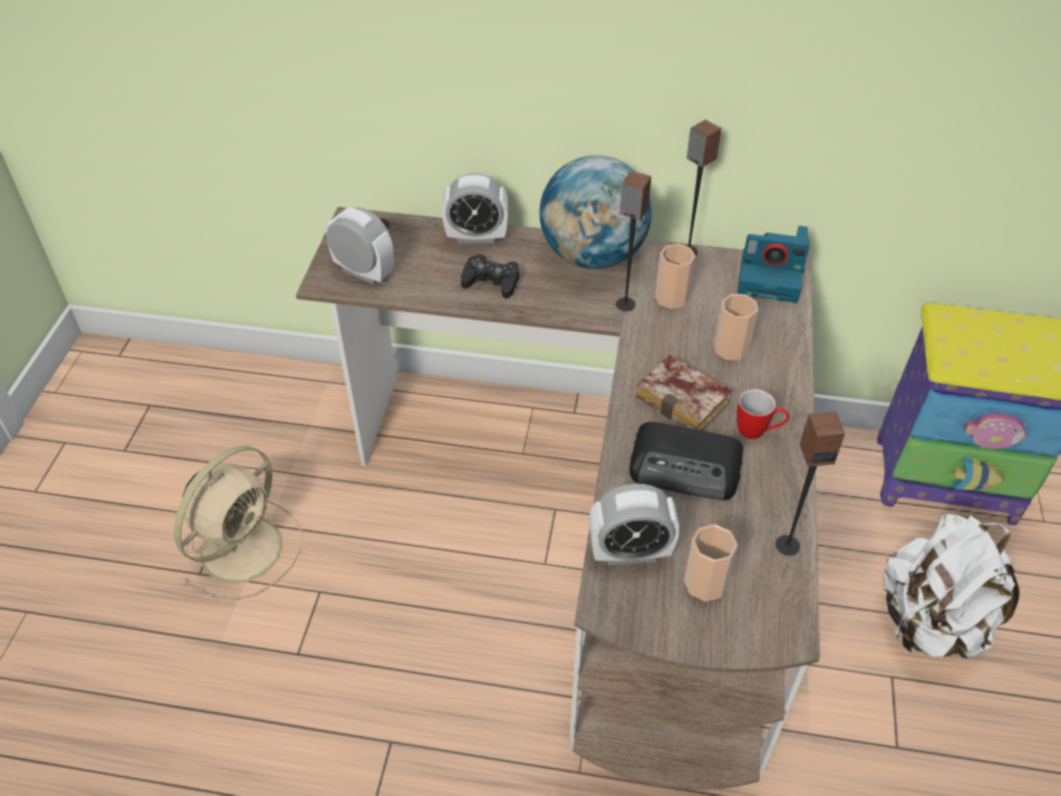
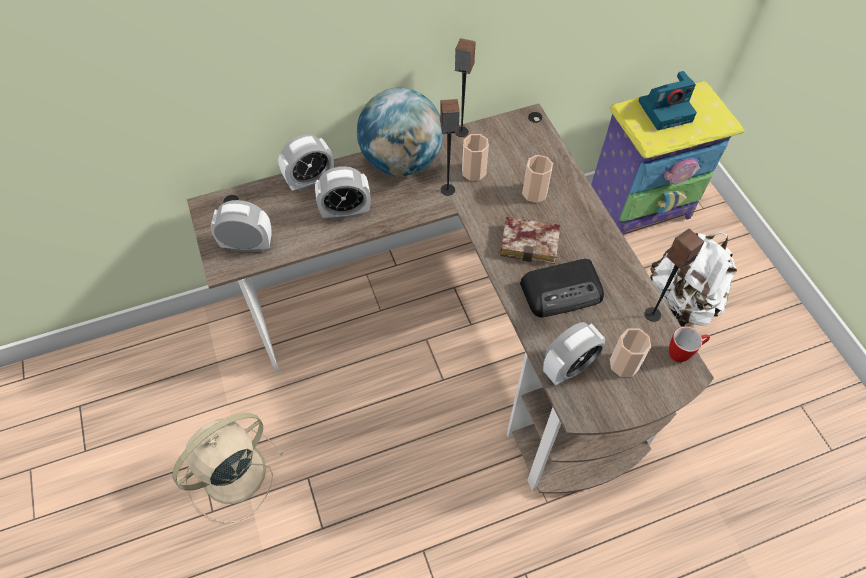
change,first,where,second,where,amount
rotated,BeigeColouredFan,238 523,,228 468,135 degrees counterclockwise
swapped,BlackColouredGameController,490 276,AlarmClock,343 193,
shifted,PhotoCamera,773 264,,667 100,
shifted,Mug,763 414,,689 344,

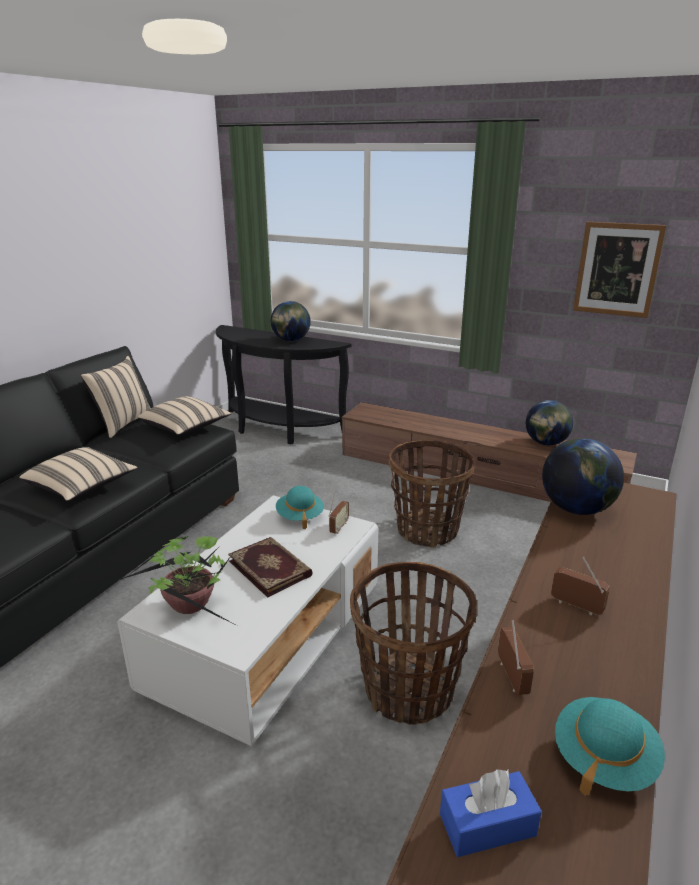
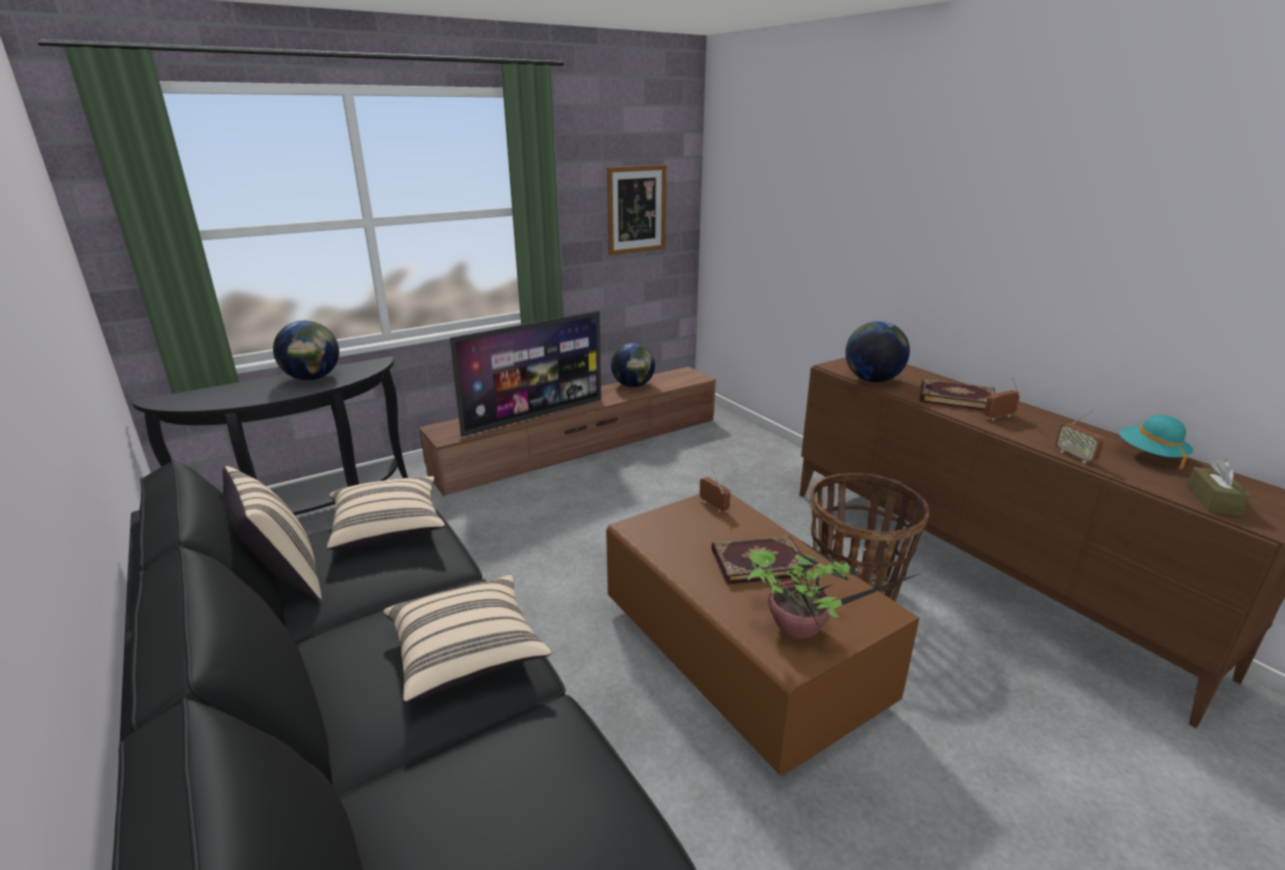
change,first,where,second,where,amount
new,,,Tv,525 374,
repainted,WhiteColouredLoungeTable,247 621,BrownishLoungeTable,762 635,
new,,,Volume,957 395,
rotated,Radio,516 657,,1079 436,135 degrees counterclockwise
repainted,BlueTissueHolder,491 813,BrownishTissueHolder,1219 487,
gone,TurquoiseColouredWearableHat,300 507,,,
gone,HouseholdBasket,431 494,,,

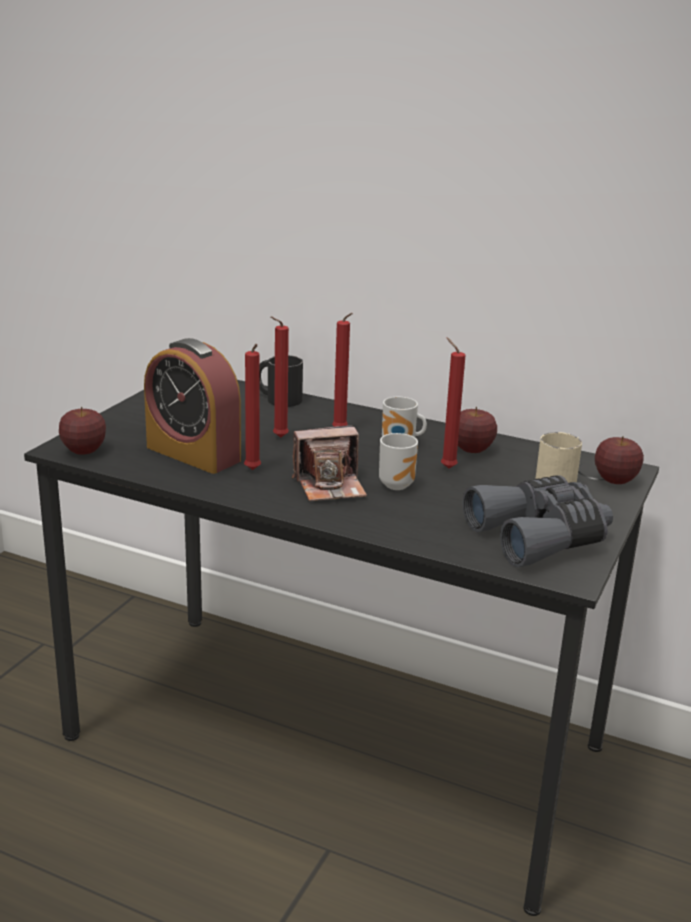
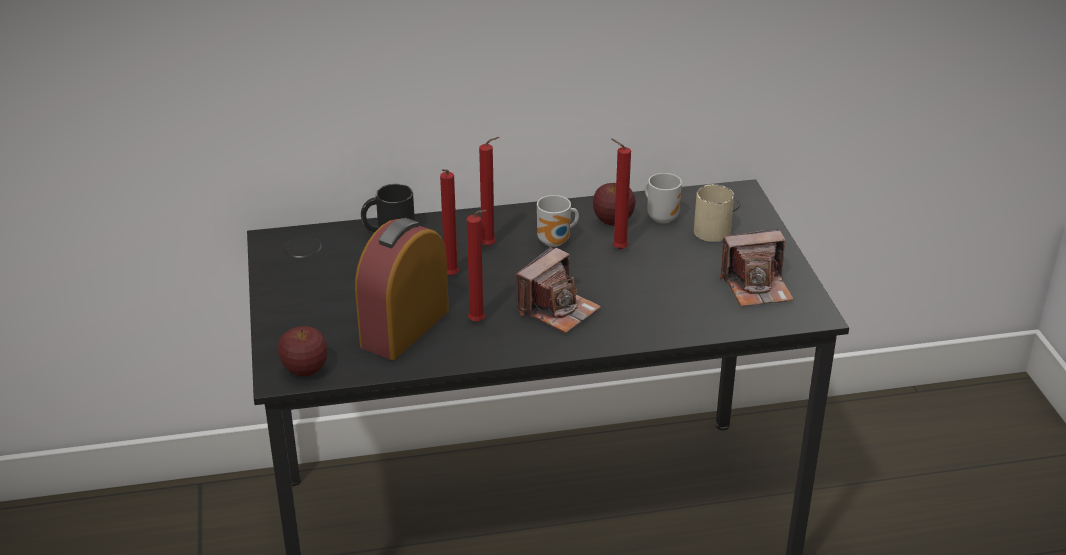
change,first,where,second,where,amount
rotated,AlarmClock,192 406,,402 289,120 degrees clockwise
shifted,Mug,398 461,,663 198,
swapped,GreyishBinoculars,537 521,PhotoCamera,757 267,
gone,AppleFruit,619 460,,,

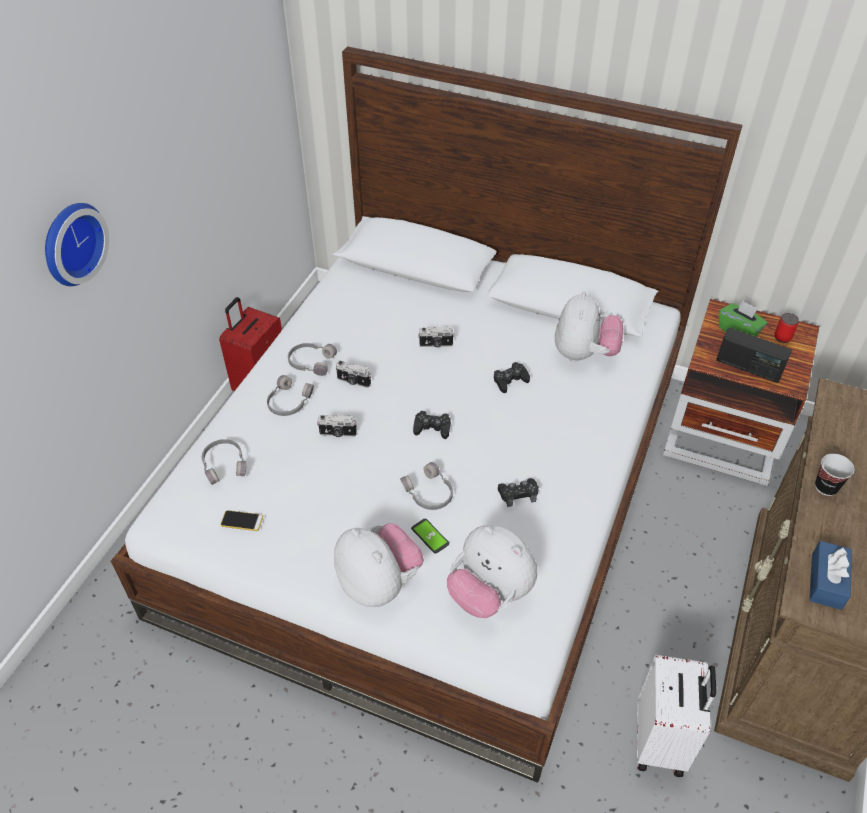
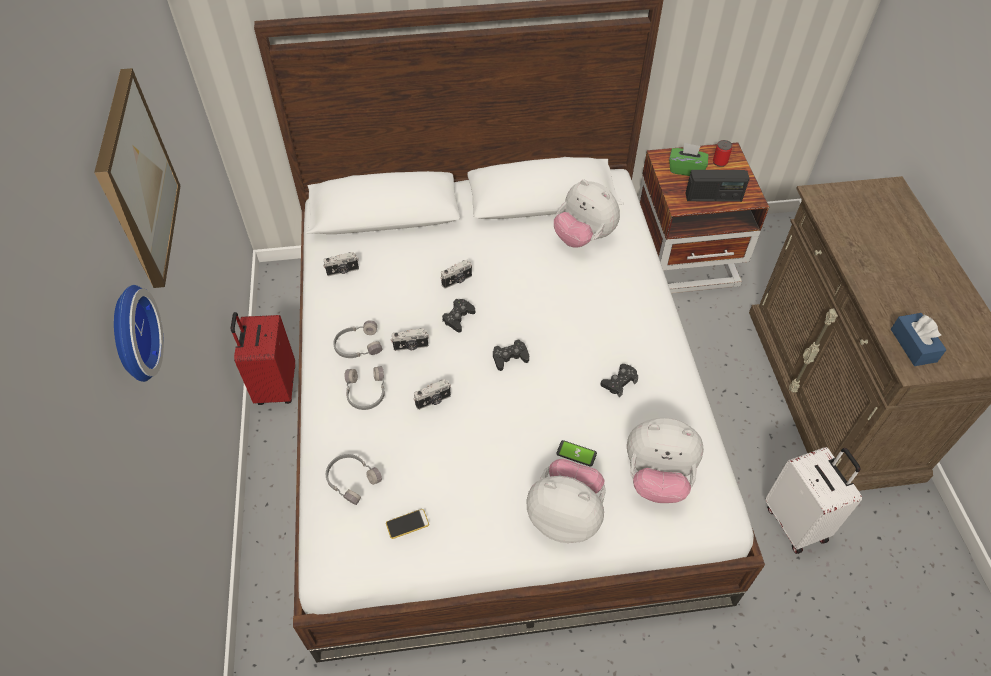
change,first,where,second,where,amount
new,,,Picture,137 178,
new,,,PhotoCamera,341 264,
shifted,BlackColouredGameController,512 377,,458 316,
rotated,PlushToy,589 326,,587 214,150 degrees clockwise
gone,GreyishHeadset,426 486,,,
gone,DrinkingCup,834 475,,,

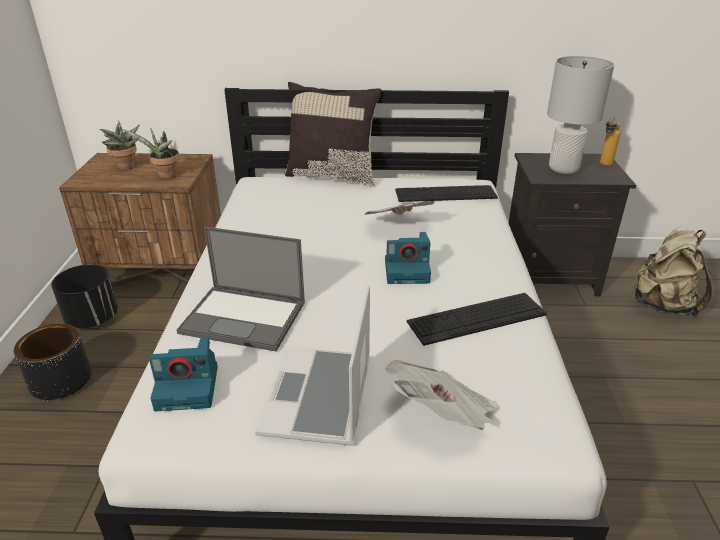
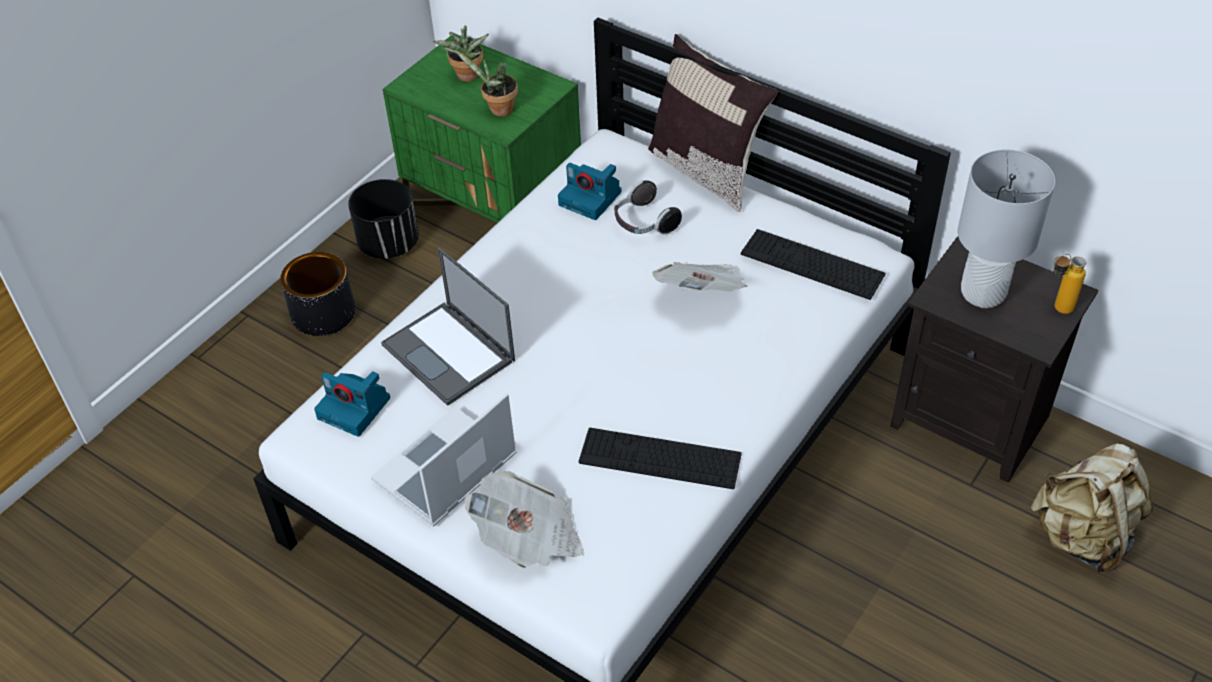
change,first,where,second,where,amount
repainted,BrownishNightTable,140 220,GreenishNightTable,482 128,
shifted,PhotoCamera,408 258,,589 191,
new,,,Headset,648 207,

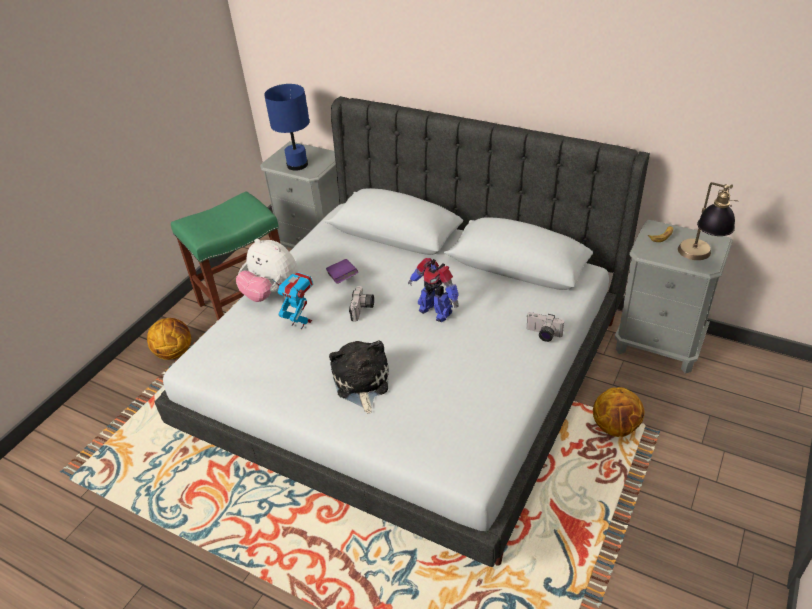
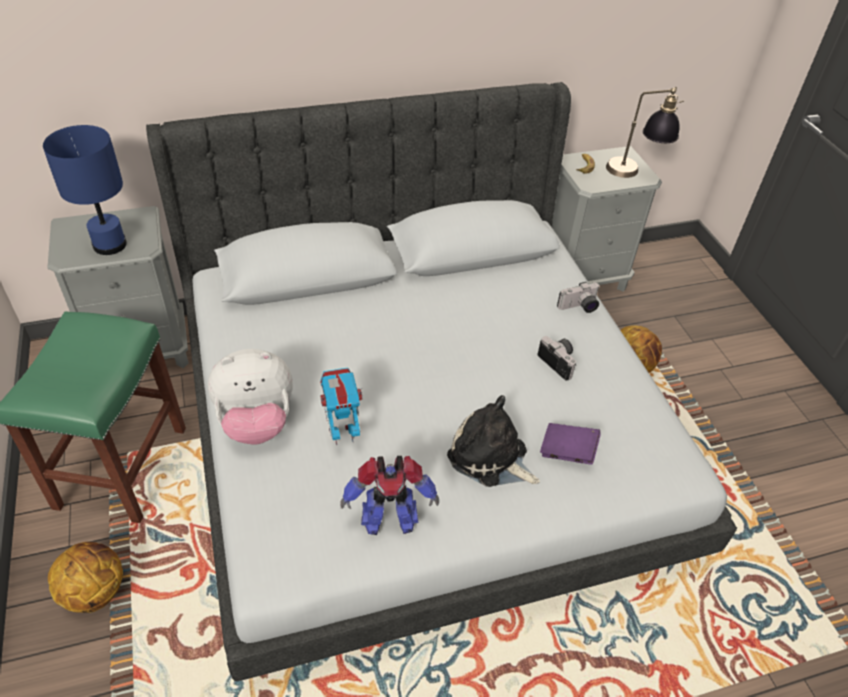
change,first,where,second,where,amount
shifted,ToyRobot,433 290,,389 495,
shifted,PhotoCamera,361 304,,556 358,
shifted,PurpleColouredVolume,342 271,,570 444,

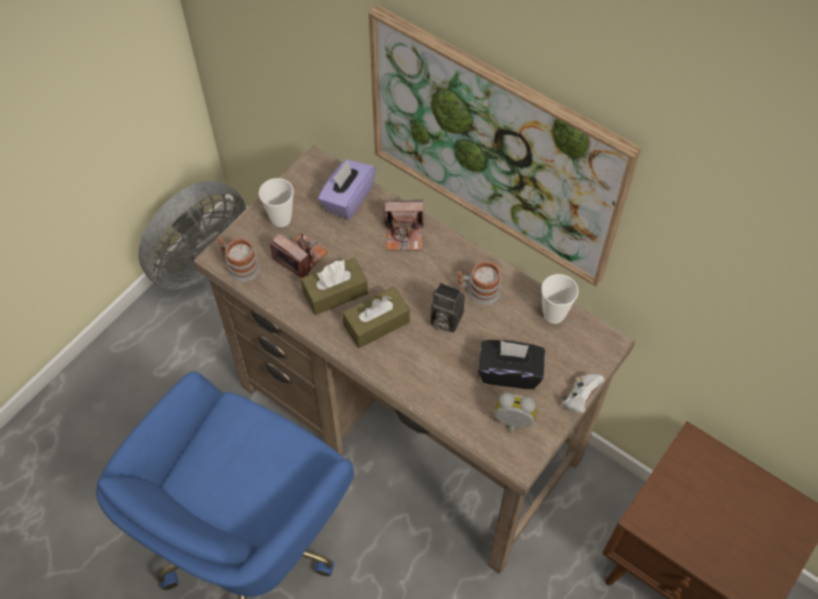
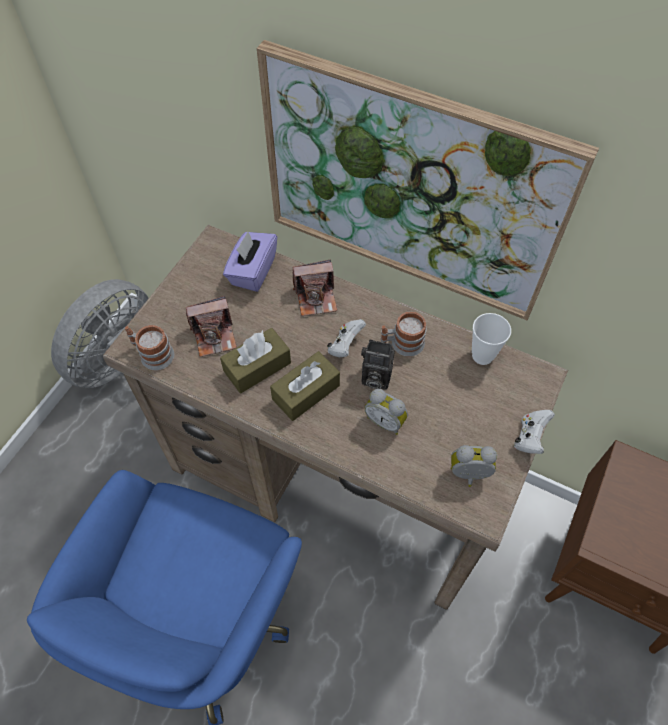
change,first,where,second,where,amount
rotated,PhotoCamera,299 255,,211 326,135 degrees clockwise
new,,,WhiteColouredGameController,346 338,
new,,,AlarmClock,386 412,
gone,DrinkingCup,276 202,,,
gone,BlackColouredTissueHolder,511 364,,,

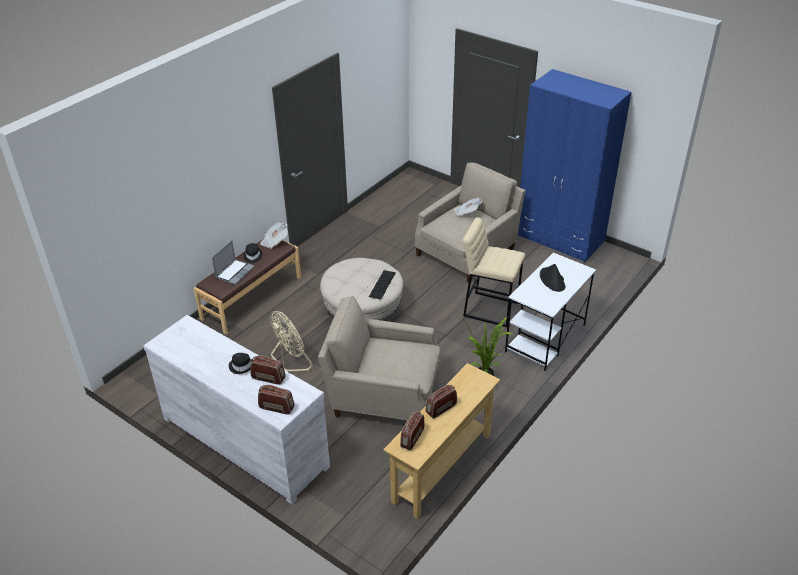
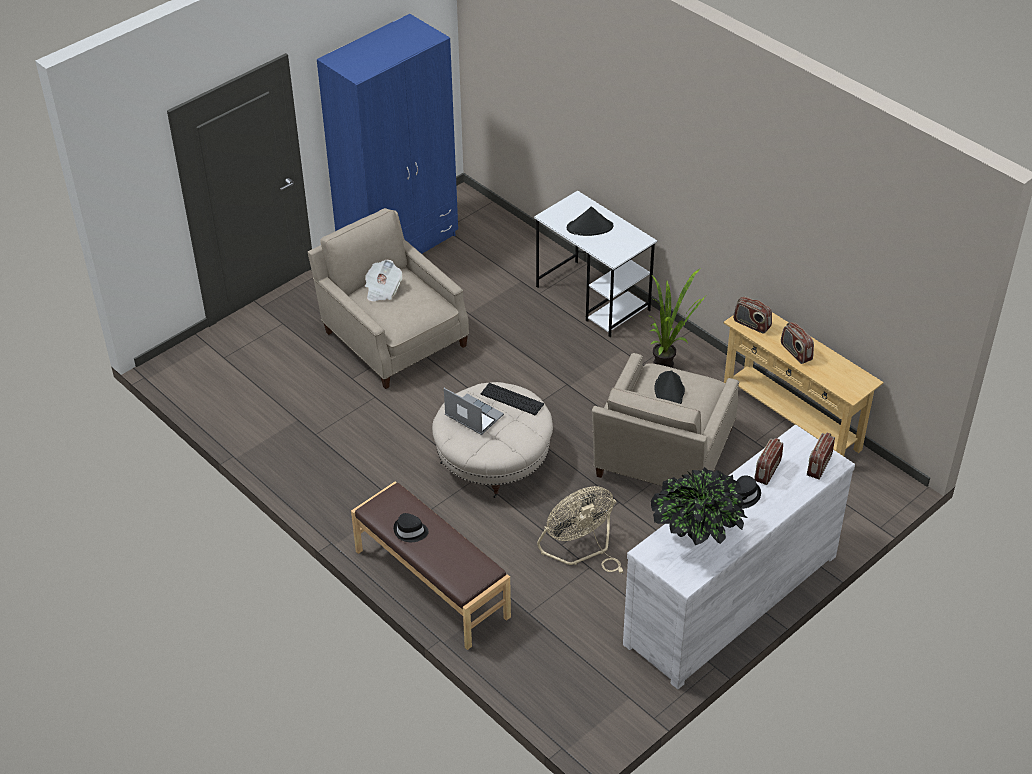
change,first,where,second,where,amount
shifted,PortableComputer,233 262,,474 411,
new,,,Houseplant,699 506,
new,,,BlackColouredWearableHat,669 387,
shifted,Radio,412 431,,752 315,
gone,PrintedPaper,274 235,,,
gone,BeigeColouredStool,494 272,,,

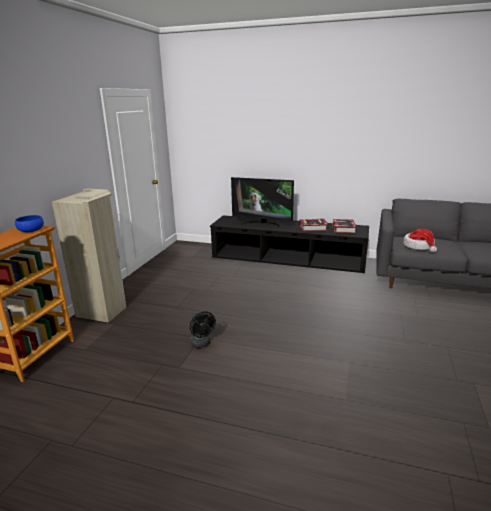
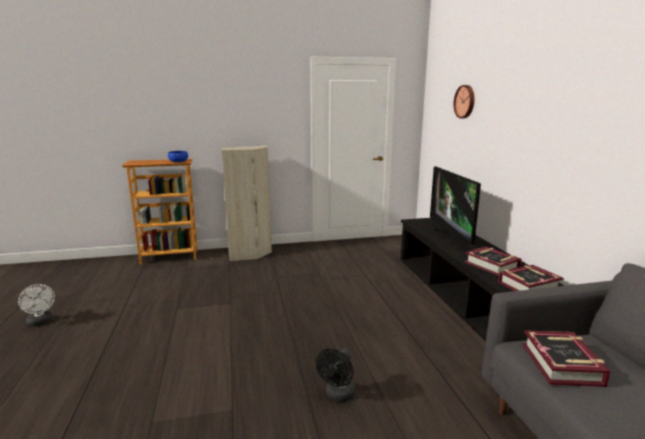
change,first,where,second,where,amount
new,,,WhiteColouredFan,36 305,
shifted,BlackColouredFan,203 330,,336 375,
new,,,WallClock,464 101,
swapped,WearableHat,420 241,Volume,566 358,

